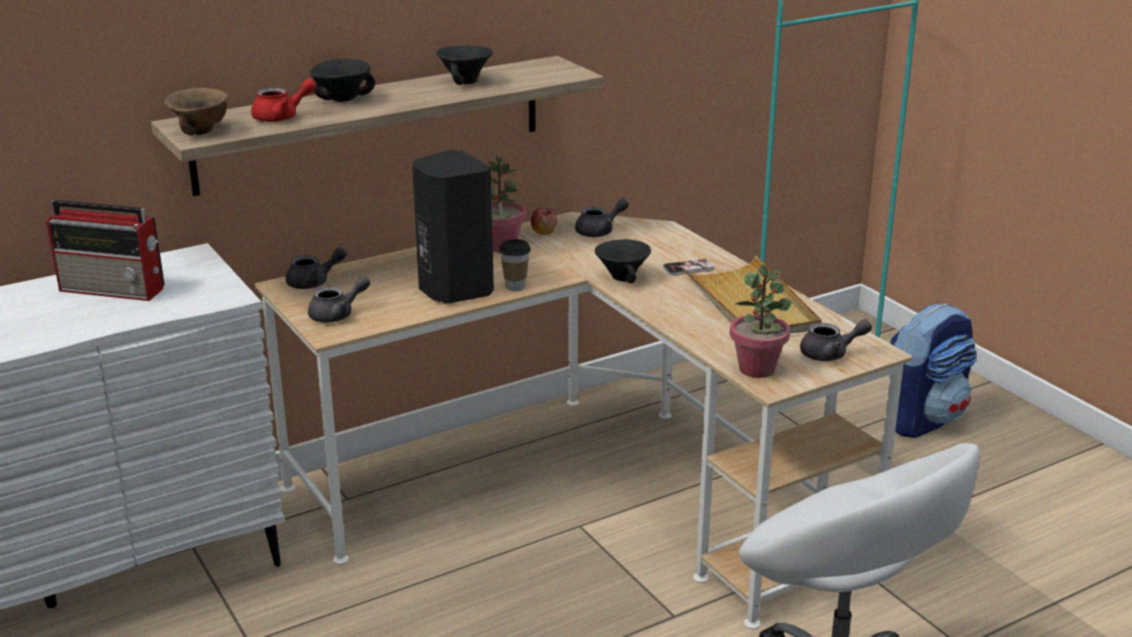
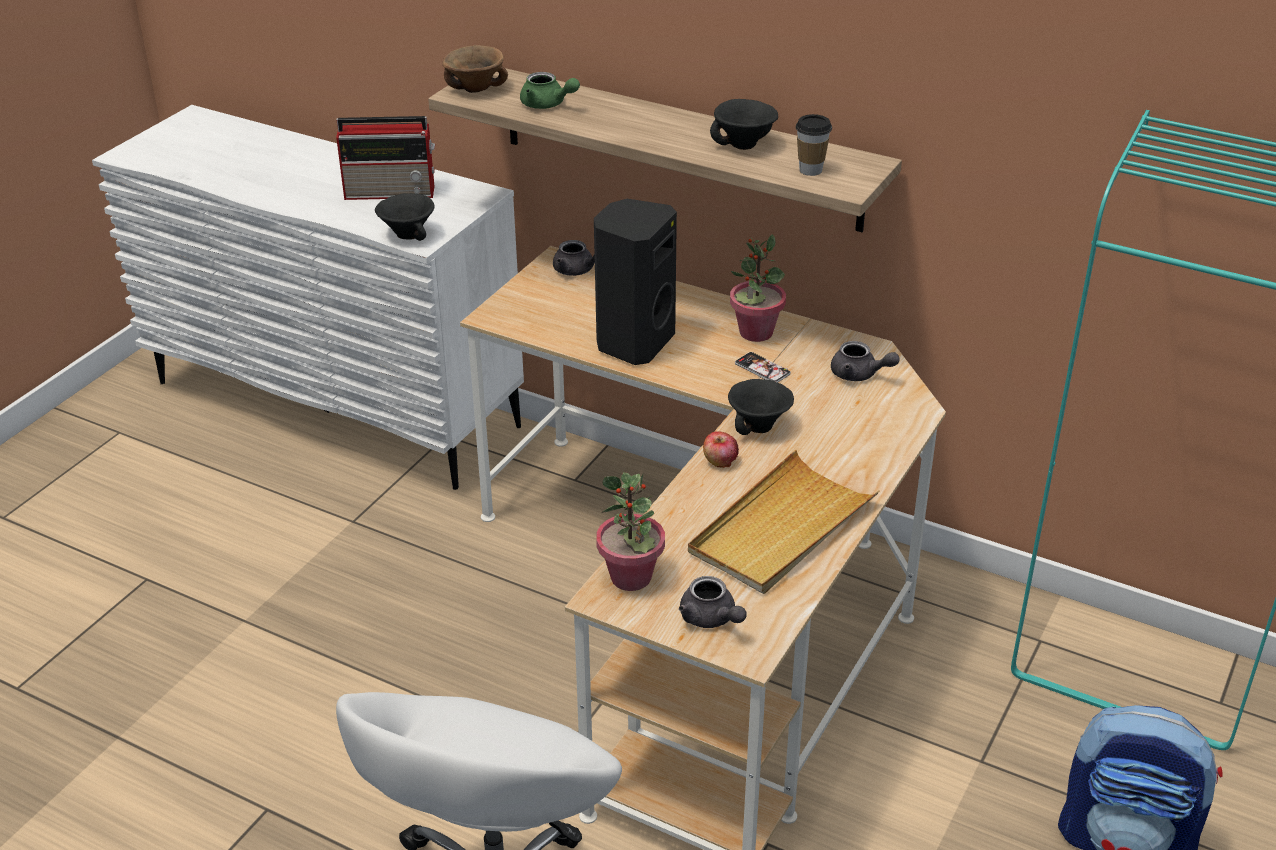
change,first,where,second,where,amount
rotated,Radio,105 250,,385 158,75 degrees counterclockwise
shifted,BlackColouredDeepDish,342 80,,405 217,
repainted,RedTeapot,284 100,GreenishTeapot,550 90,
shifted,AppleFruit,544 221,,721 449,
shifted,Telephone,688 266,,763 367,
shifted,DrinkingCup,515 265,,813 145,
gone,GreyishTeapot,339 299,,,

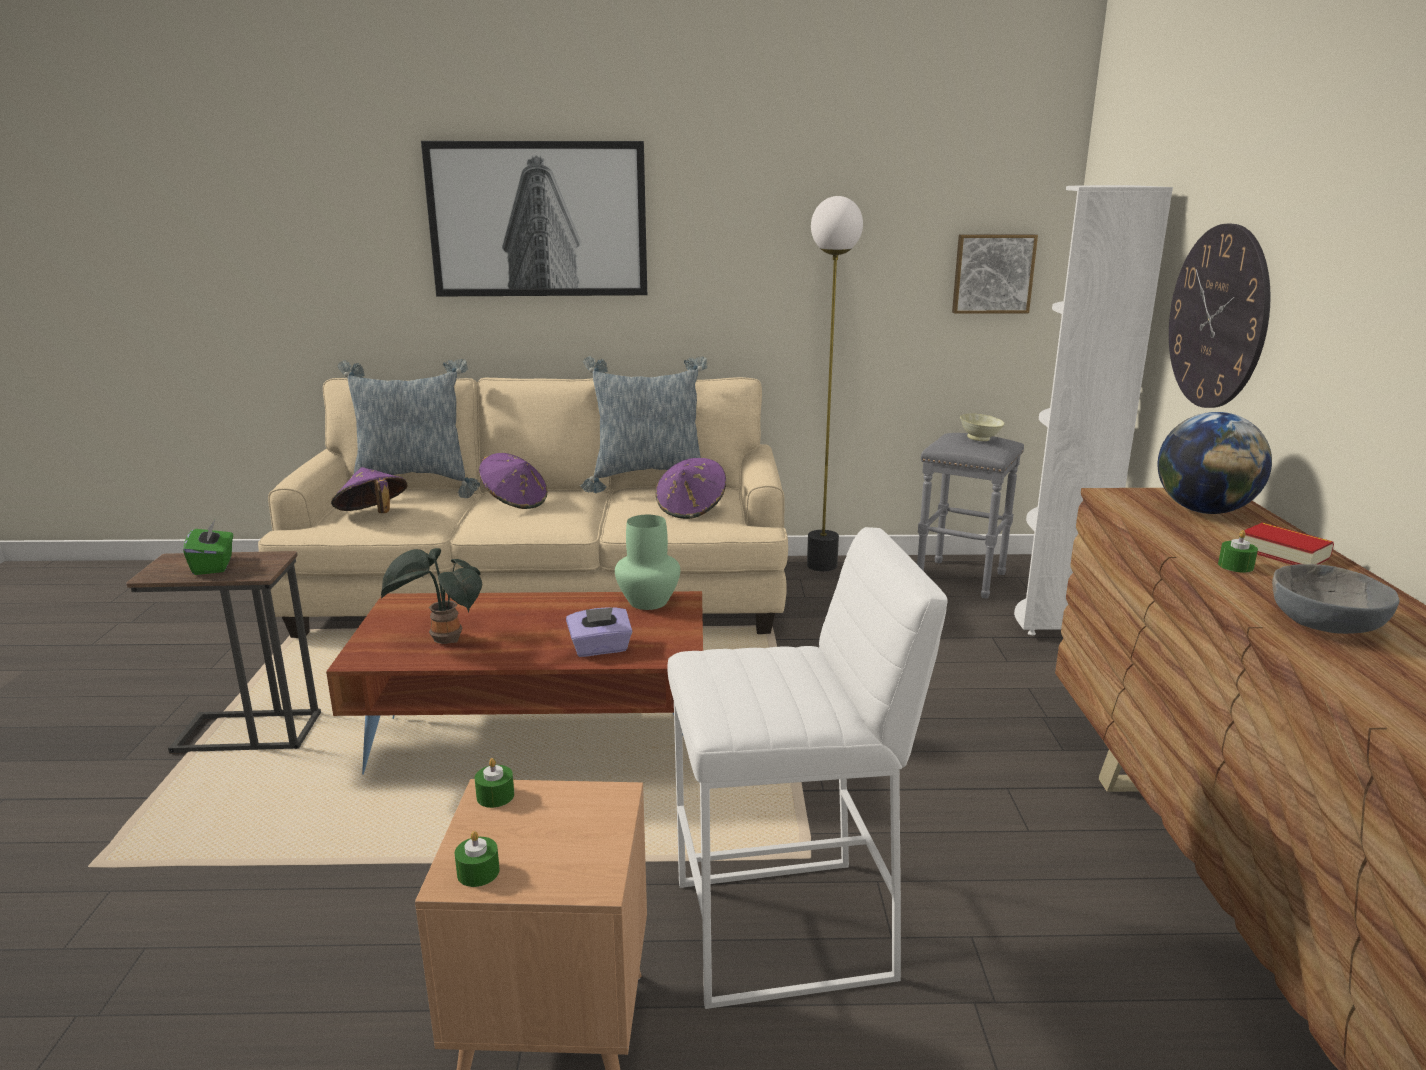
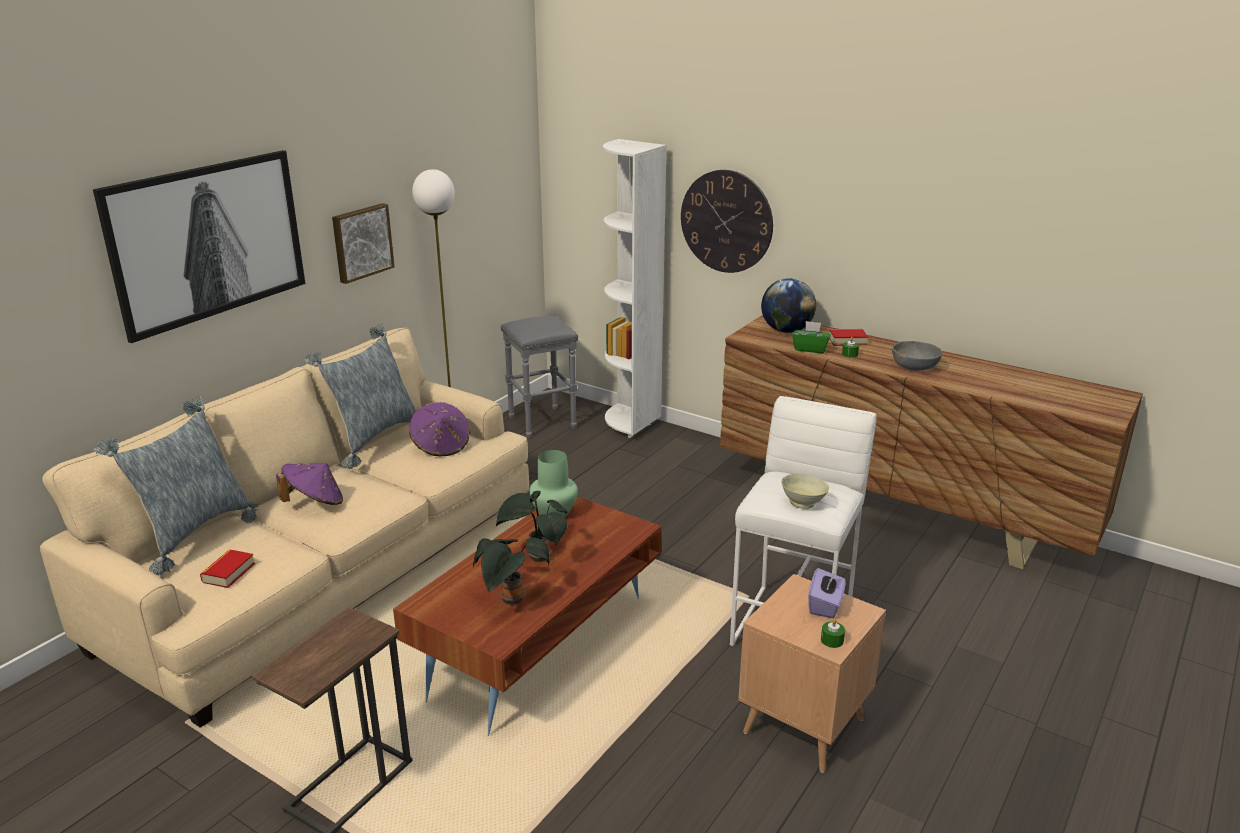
change,first,where,second,where,amount
swapped,PurpleColouredWearableHat,369 490,Volume,227 568,
shifted,Picture,995 274,,363 243,
new,,,Houseplant,532 526,
shifted,BeigeColouredDeepDish,982 427,,805 491,
shifted,GreenishTissueHolder,208 547,,811 337,
shifted,PurpleColouredTissueHolder,599 632,,827 593,
gone,GreenishWaxCandle,494 783,,,

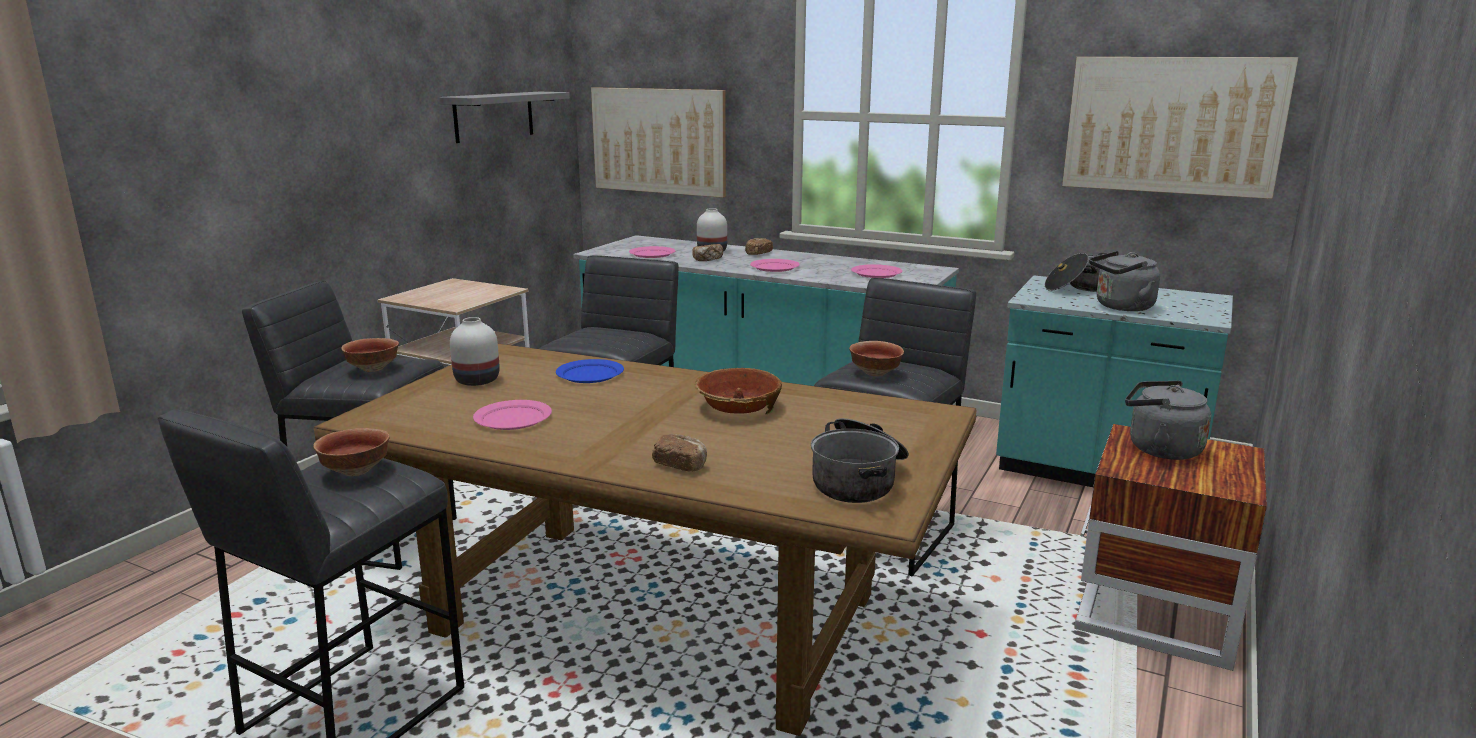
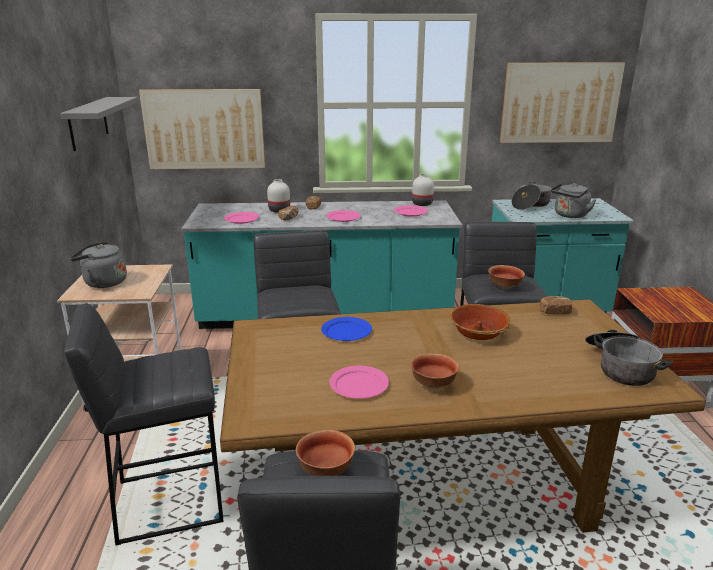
change,first,where,second,where,amount
shifted,GreyishTeaKettle,1168 420,,98 264,
shifted,DeepDish,370 355,,435 371,
shifted,WhiteColouredDecorativeVase,475 351,,423 190,
shifted,BakedBread,679 452,,556 305,

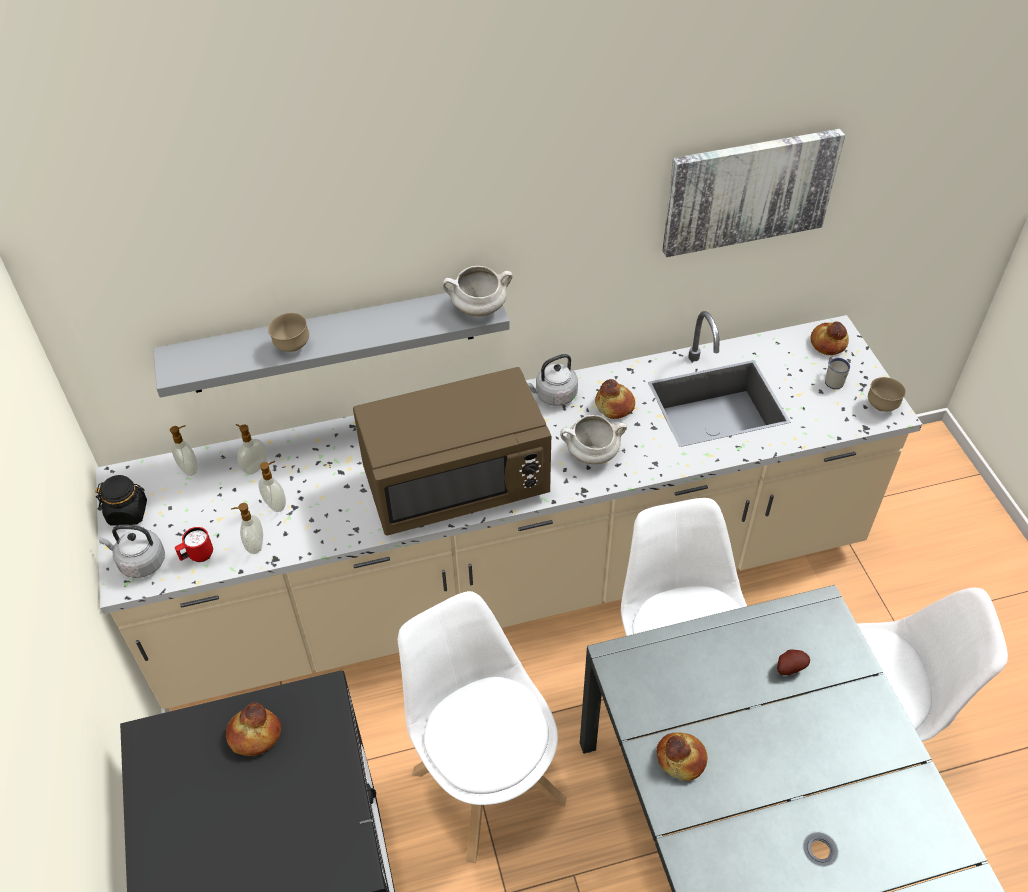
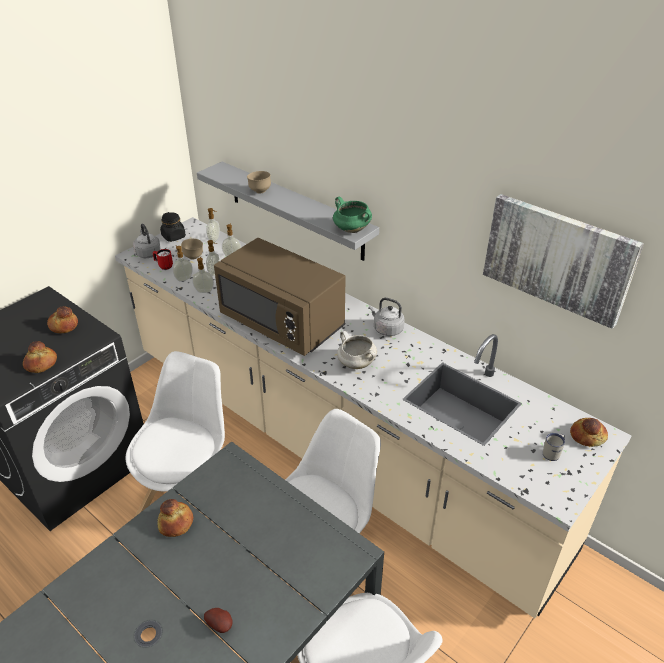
change,first,where,second,where,amount
shifted,BakedBread,615 399,,40 357,
shifted,BrownishDeepDish,887 394,,192 249,
new,,,SoapDispenser,203 274,
shifted,Spud,793 662,,218 620,
repainted,WhiteColouredCookingPot,477 291,GreenishCookingPot,352 214,

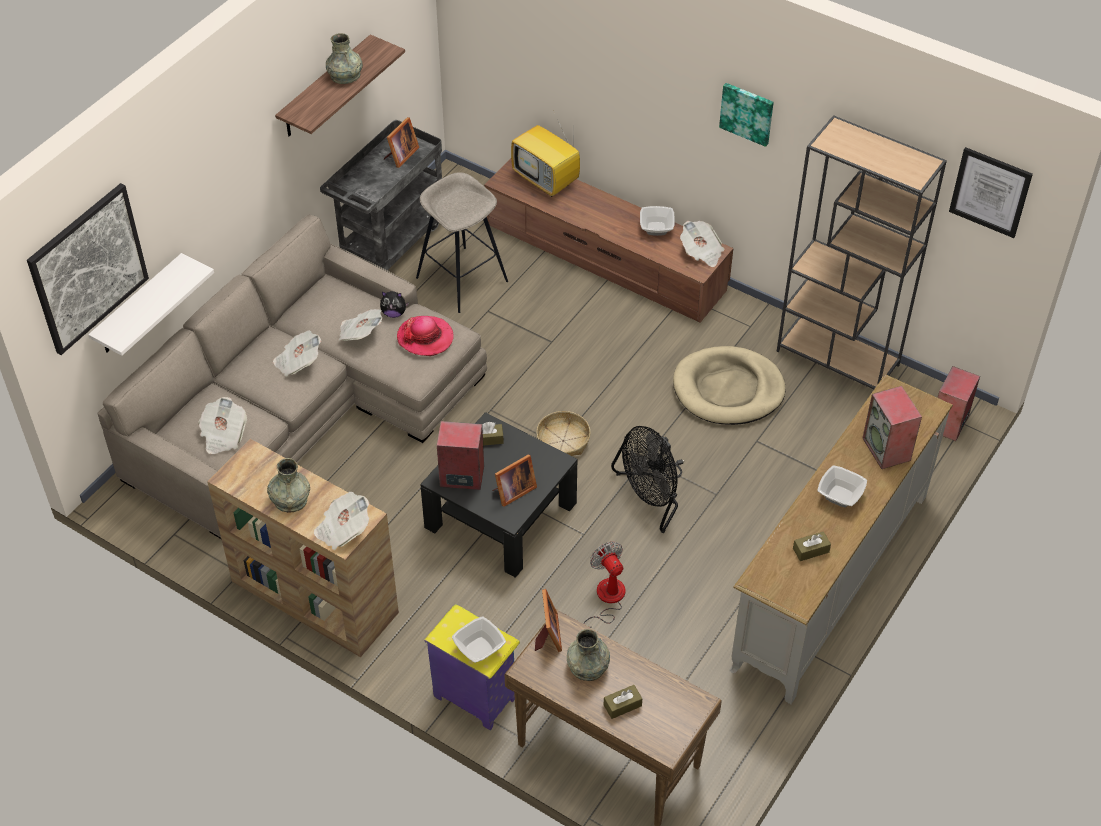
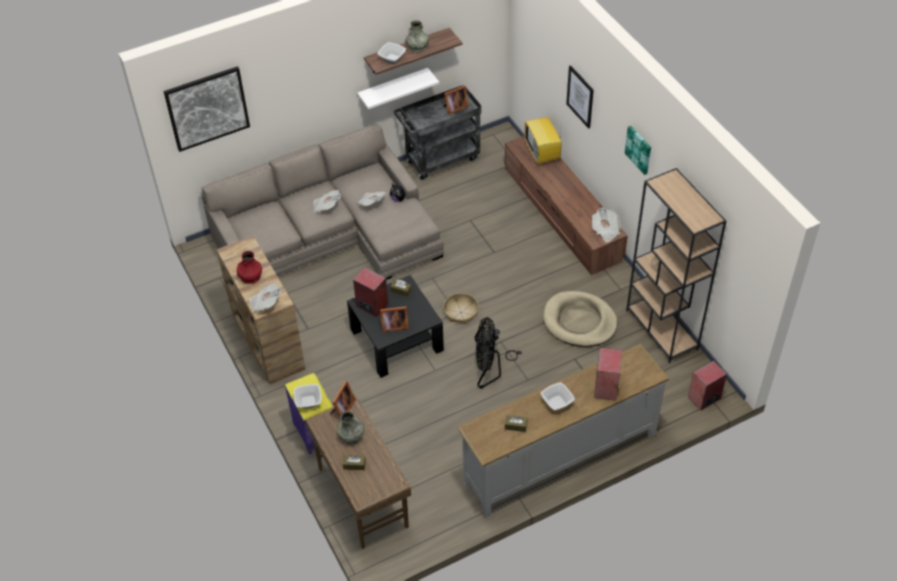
change,first,where,second,where,amount
repainted,GreyishDecorativeVase,288 485,RedDecorativeVase,249 267,
shifted,WhiteColouredShelf,151 304,,398 88,
shifted,DeepDish,657 221,,391 53,
shifted,Picture,991 192,,580 97,
gone,PrintedPaper,222 425,,,
gone,WearableHat,425 336,,,
gone,GreyishStool,462 242,,,
gone,Fan,604 585,,,

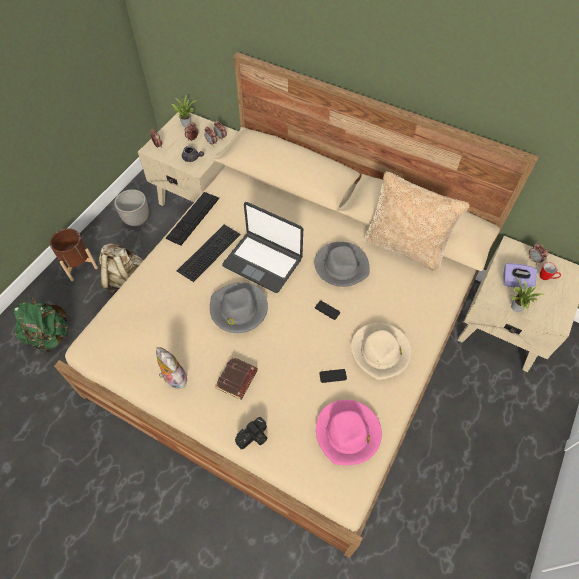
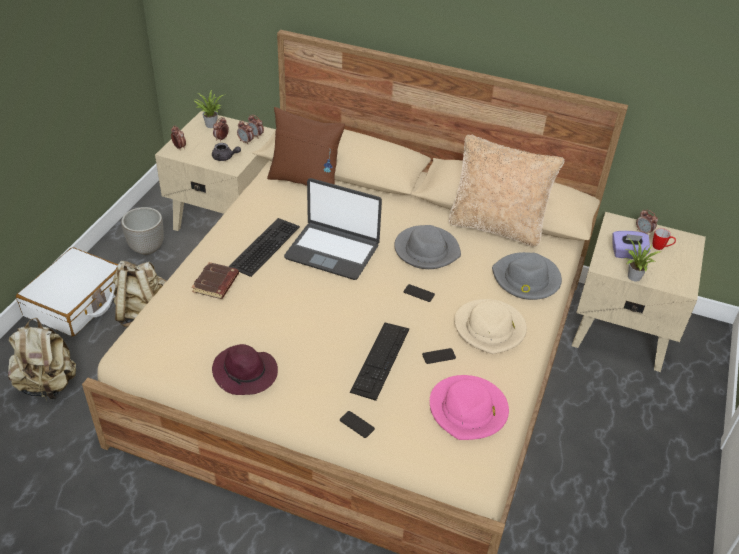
change,first,where,second,where,amount
repainted,GreenishBackpack,40 325,BeigeColouredBackpack,42 359,
swapped,BrownishPlantPot,74 254,WhiteColouredTravelCase,67 291,
shifted,BrownishVolume,236 378,,215 280,
swapped,PlushToy,171 368,PurpleColouredWearableHat,245 369,
new,,,BrownishCushion,306 146,
swapped,PhotoCamera,251 433,Telephone,357 424,
shifted,PcKeyboard,192 219,,379 362,
shifted,GreyishWearableHat,239 307,,527 276,

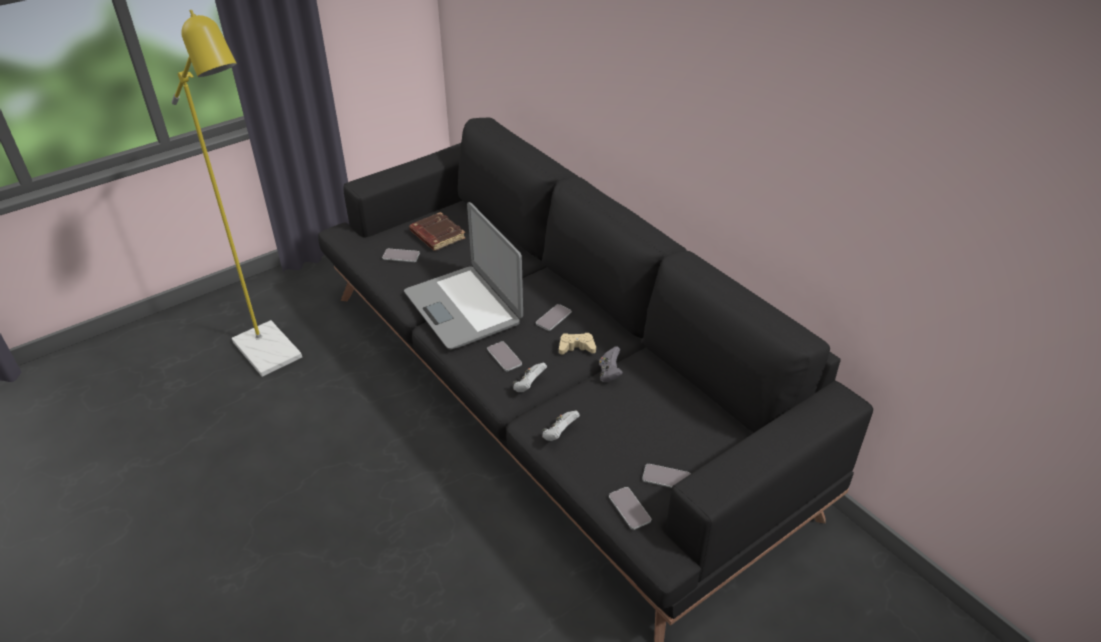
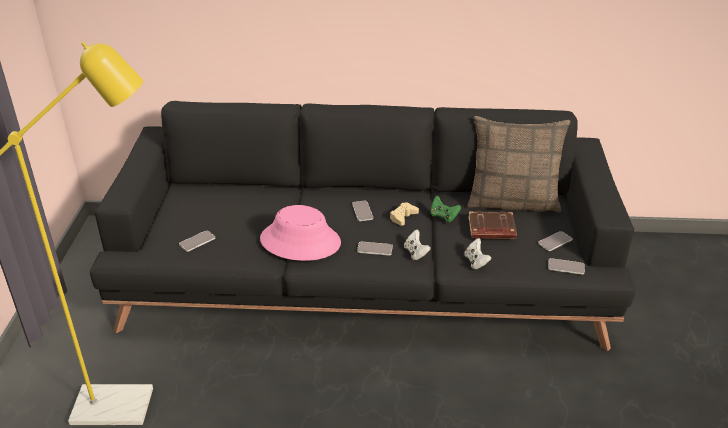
change,first,where,second,where,amount
swapped,PortableComputer,463 275,PinkishWearableHat,300 233,
repainted,GreyishGameController,611 364,GreenishGameController,446 209,
new,,,Cushion,518 164,
shifted,BrownishVolume,437 231,,492 225,

